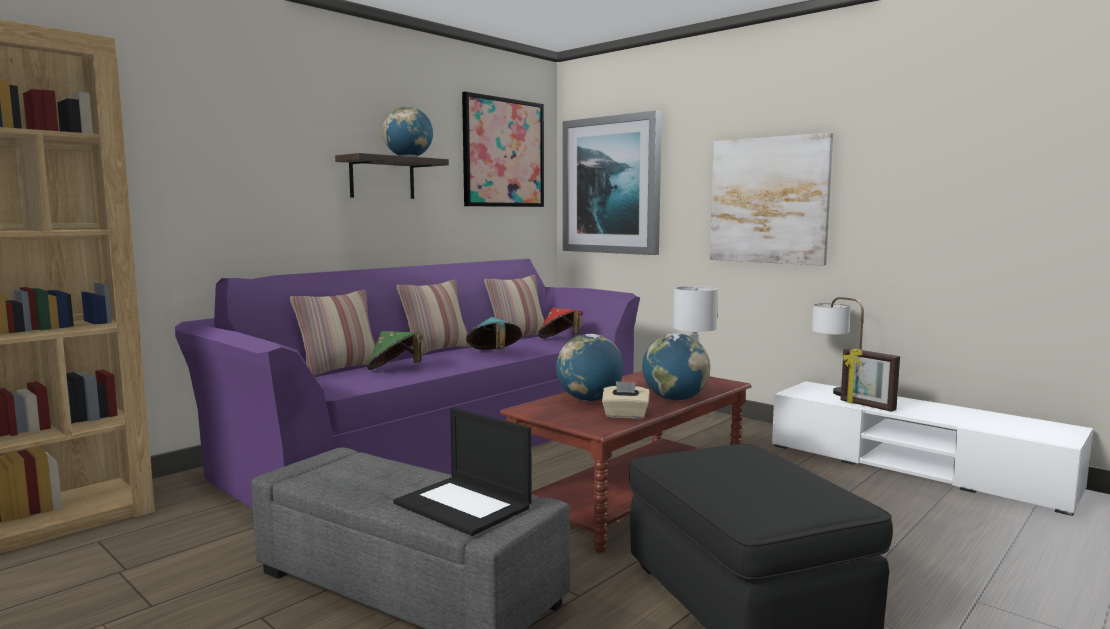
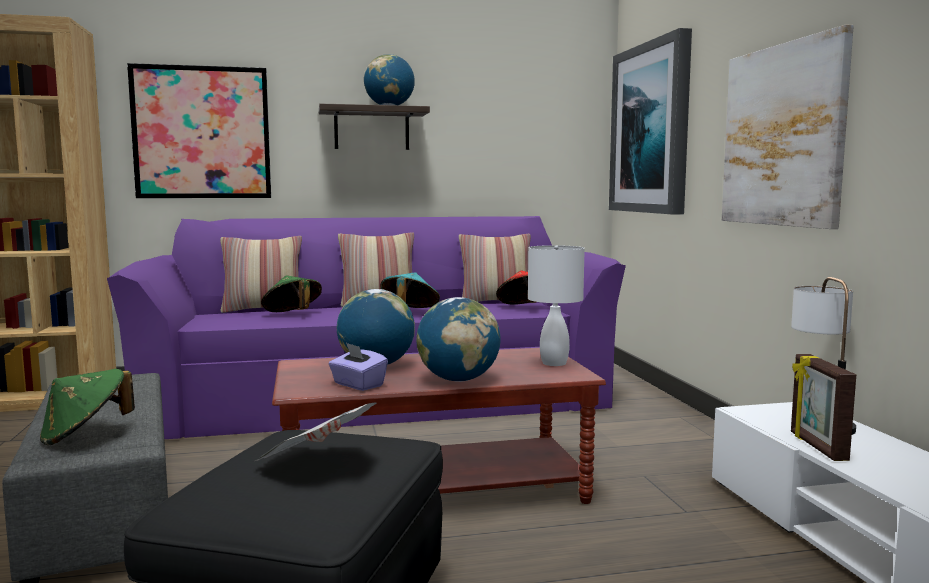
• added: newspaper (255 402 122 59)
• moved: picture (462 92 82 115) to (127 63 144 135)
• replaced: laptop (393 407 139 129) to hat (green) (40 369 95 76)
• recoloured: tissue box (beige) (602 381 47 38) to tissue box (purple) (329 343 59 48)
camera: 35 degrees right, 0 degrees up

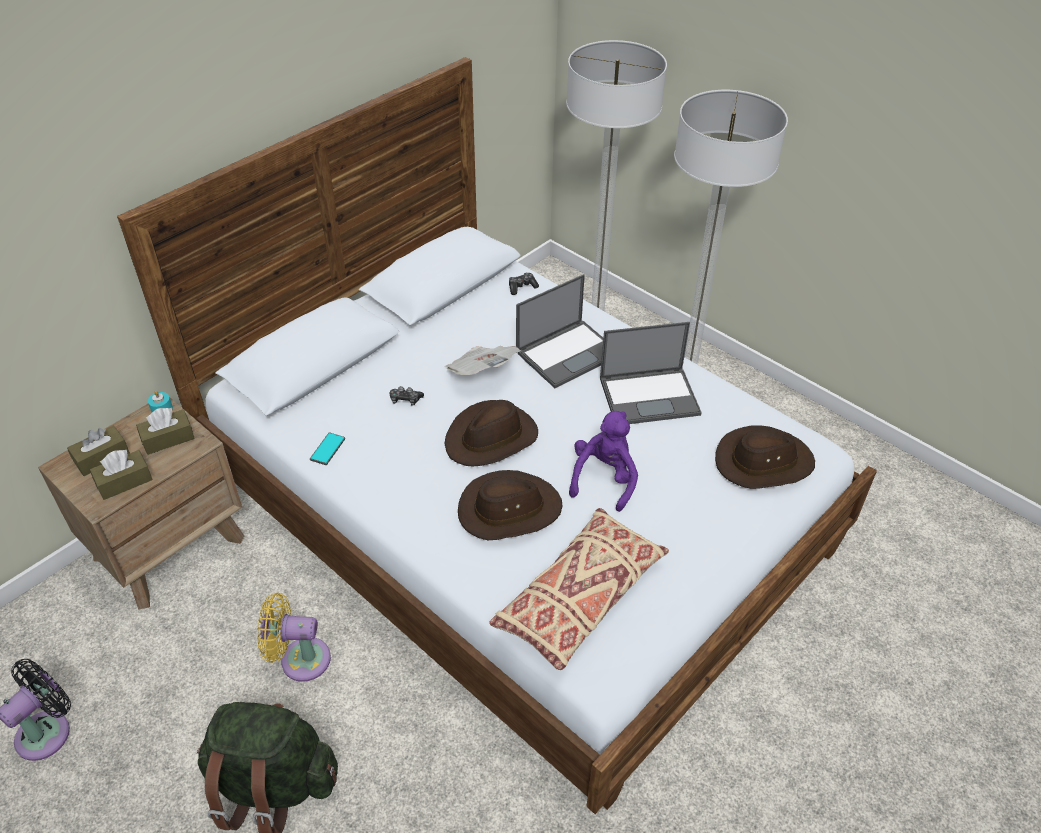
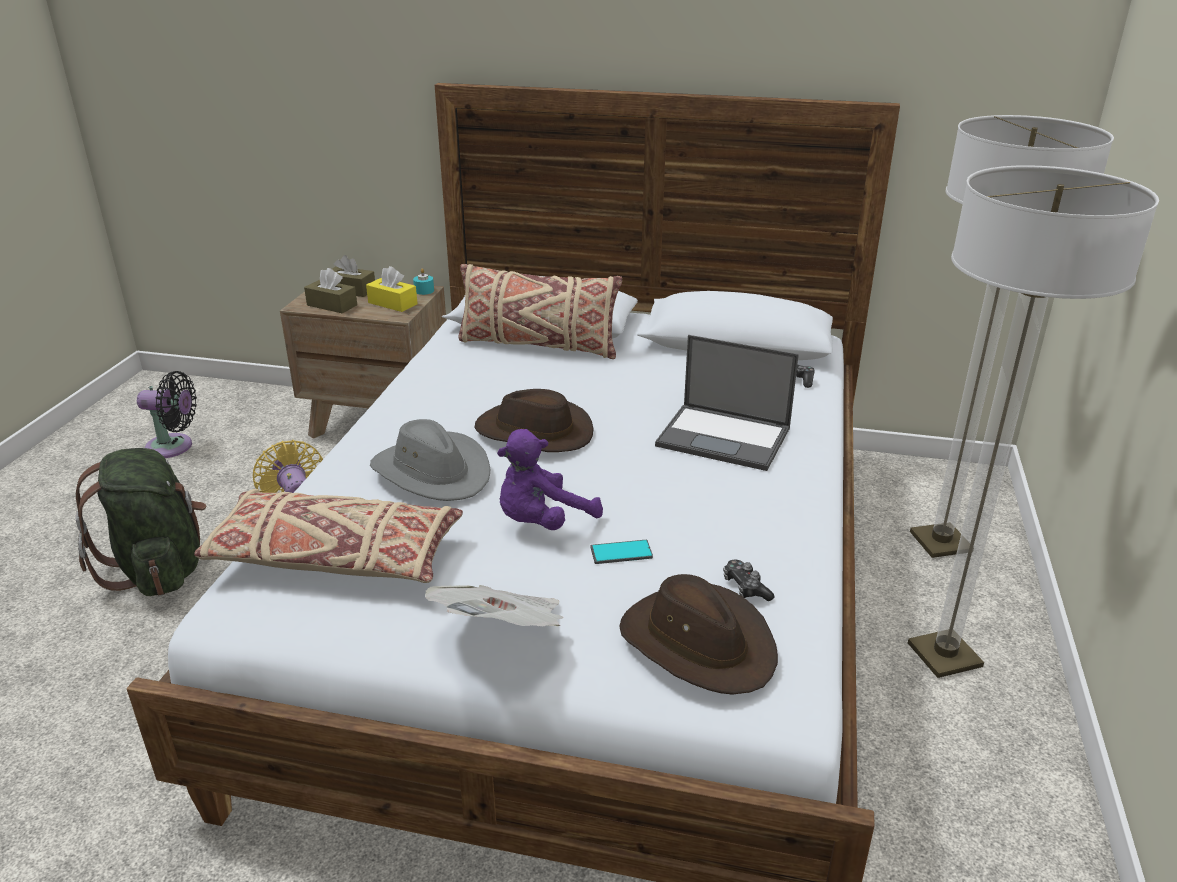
• removed: laptop (600 322 102 102)
• added: pillow (beige) (458 264 164 95)
• moved: phone (310 432 35 33) to (591 540 62 24)
• moved: game controller (390 386 34 20) to (723 559 52 42)
• moved: newspaper (445 346 76 29) to (425 585 138 42)
• recoloured: tissue box (brown) (136 408 59 47) to tissue box (yellow) (366 266 52 46)
• recoloured: hat (brown) (458 470 104 70) to hat (grey) (370 419 120 82)
• turned: plush toy (purple) (569 411 69 101) = (497 429 106 101) 150 degrees clockwise
camera: 60 degrees right, 15 degrees down

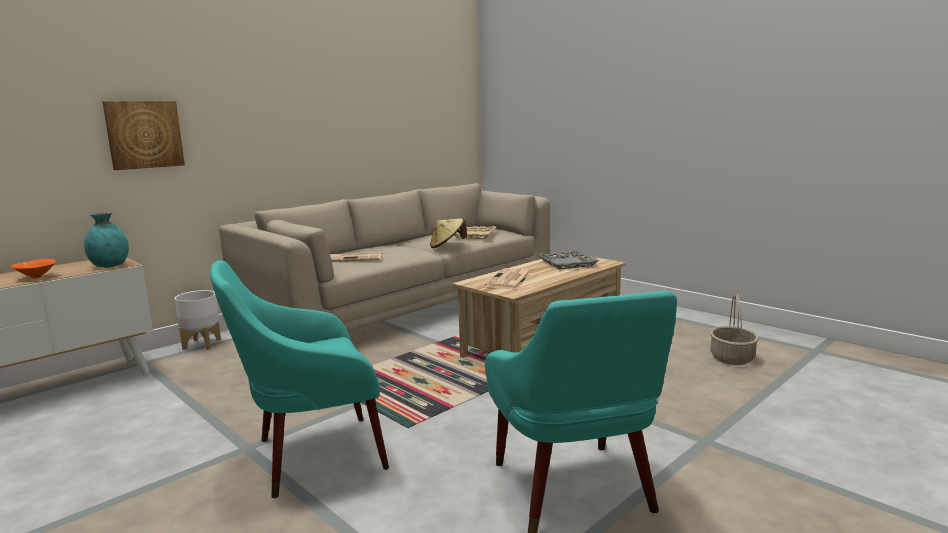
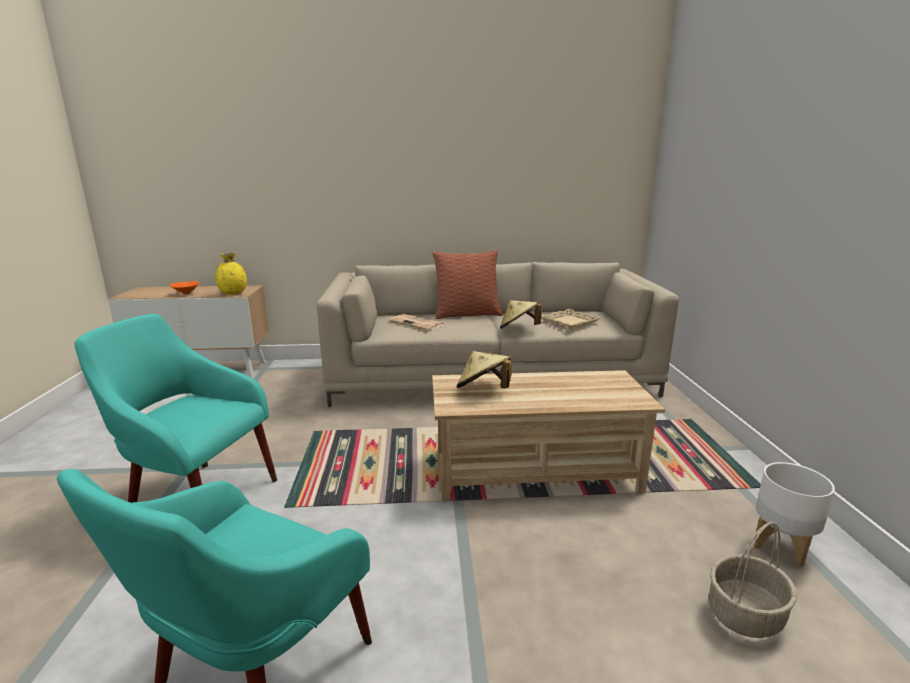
• removed: picture (102 101 83 69)
• removed: tray (grey) (537 250 62 20)
• added: pillow (432 250 70 69)
• moved: planter (white) (174 290 47 60) to (754 462 81 105)
• replaced: newspaper (485 268 47 22) to hat (beige) (456 351 56 37)
• recoloured: vase (turquoise) (84 212 45 55) to vase (yellow) (216 253 31 42)
camera: 40 degrees right, 5 degrees up

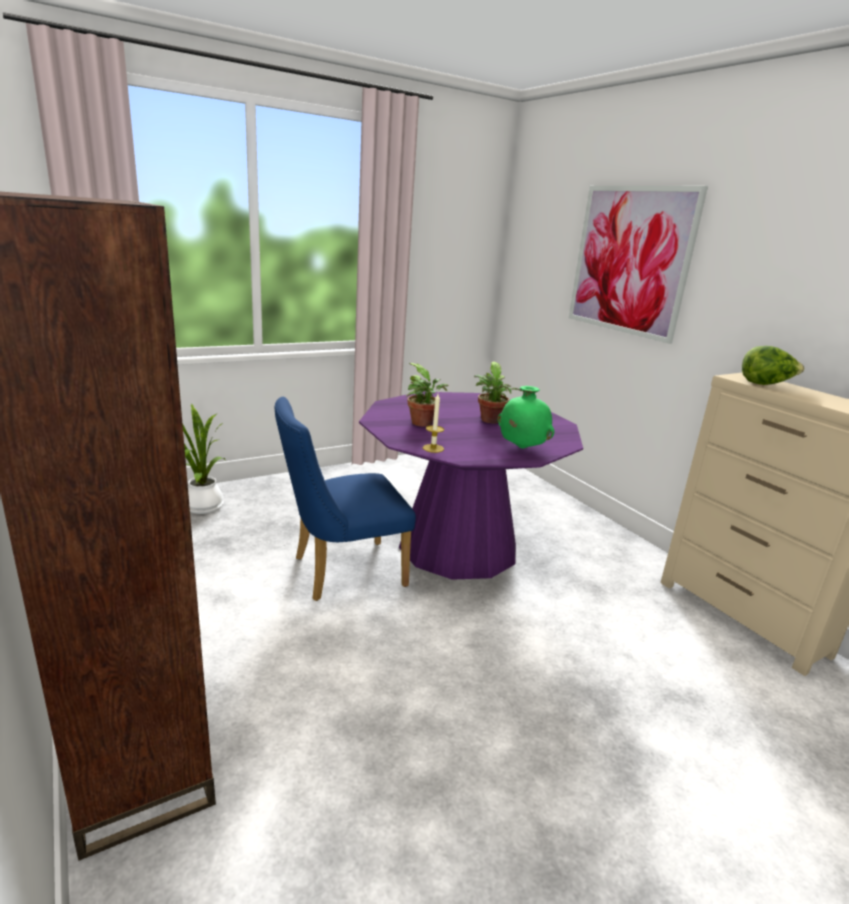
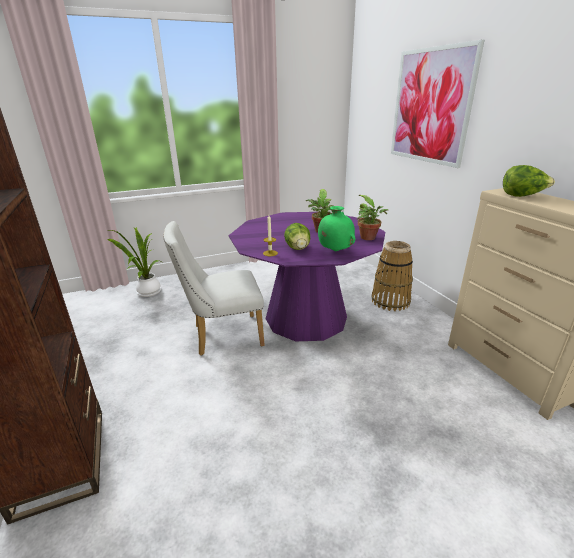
• added: lettuce (284 223 26 27)
• added: basket (372 241 41 70)
• moved: potted plant (405 363 43 63) to (356 195 33 45)
• recoloured: chair (blue) (274 397 142 204) to chair (white) (164 221 101 135)
camera: 10 degrees right, 5 degrees up

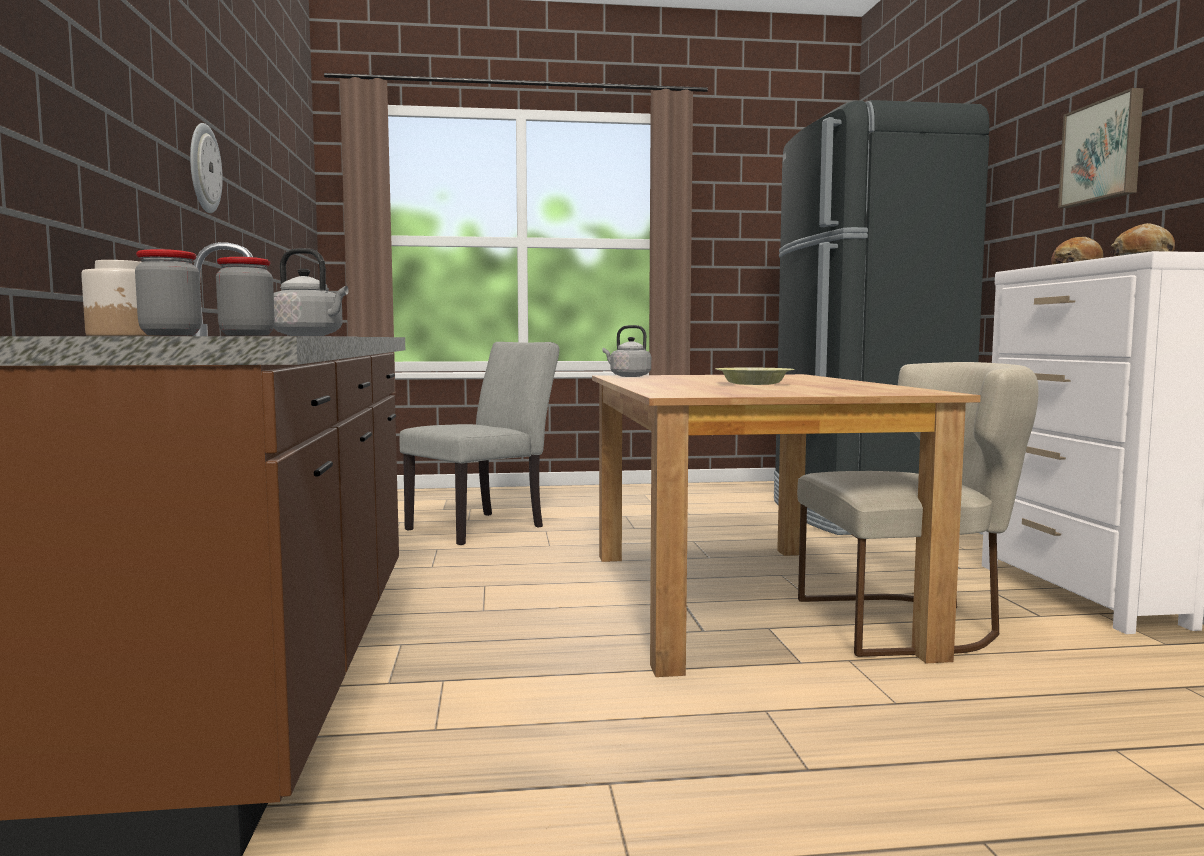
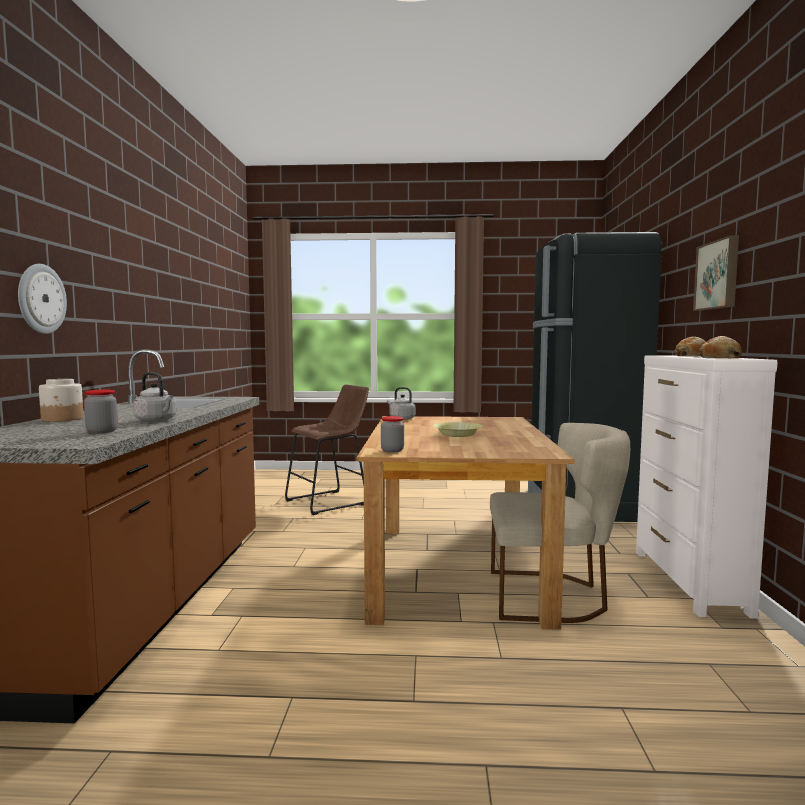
• moved: jar (135 249 67 86) to (381 416 23 37)
• moved: wall clock (190 123 33 90) to (18 264 49 70)
• replaced: chair (grey) (399 342 160 203) to stool (brown) (285 384 84 131)
camera: 10 degrees right, 0 degrees up

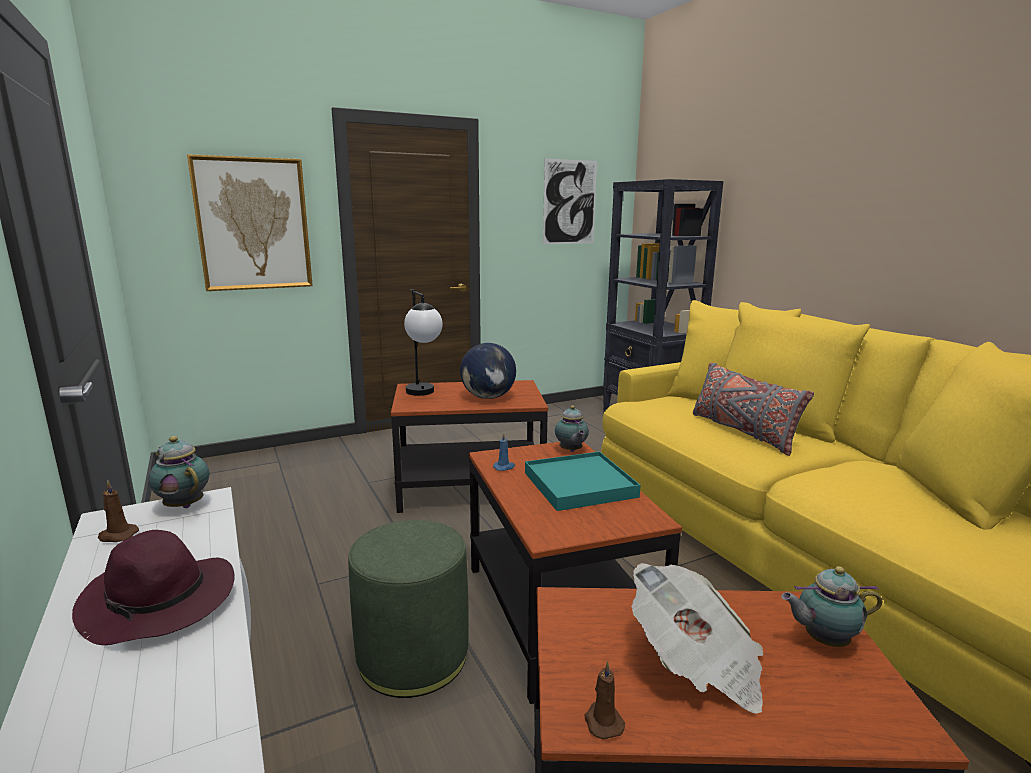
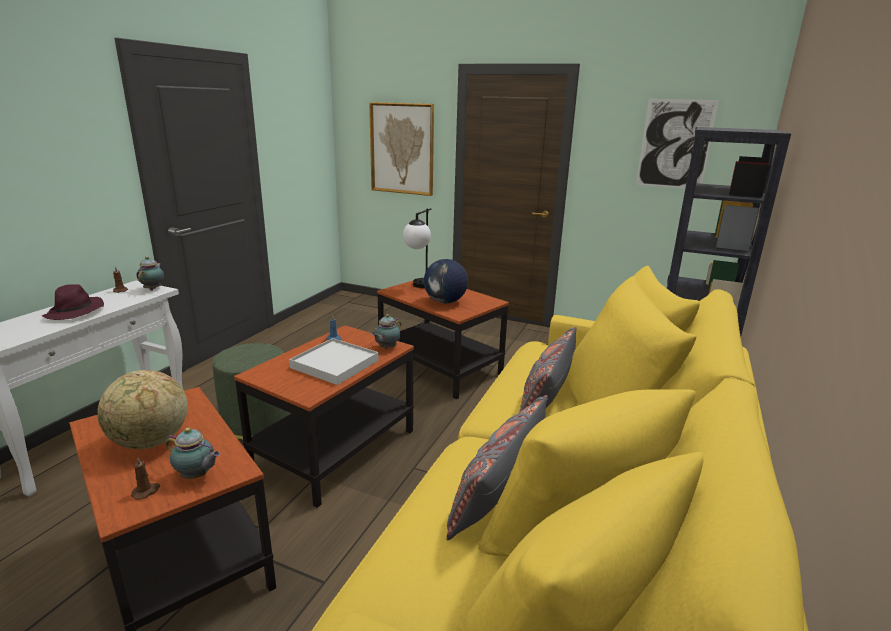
• added: pillow (grey) (446 395 102 146)
• moved: candle (brown) (584 661 41 78) to (131 456 29 44)
• replaced: newspaper (631 563 132 151) to globe (97 370 91 79)
• recoloured: tray (turquoise) (525 452 116 59) to tray (white) (289 338 90 47)
• turned: teapot (781 566 101 81) = (166 428 54 51) 150 degrees clockwise
camera: 50 degrees right, 5 degrees up

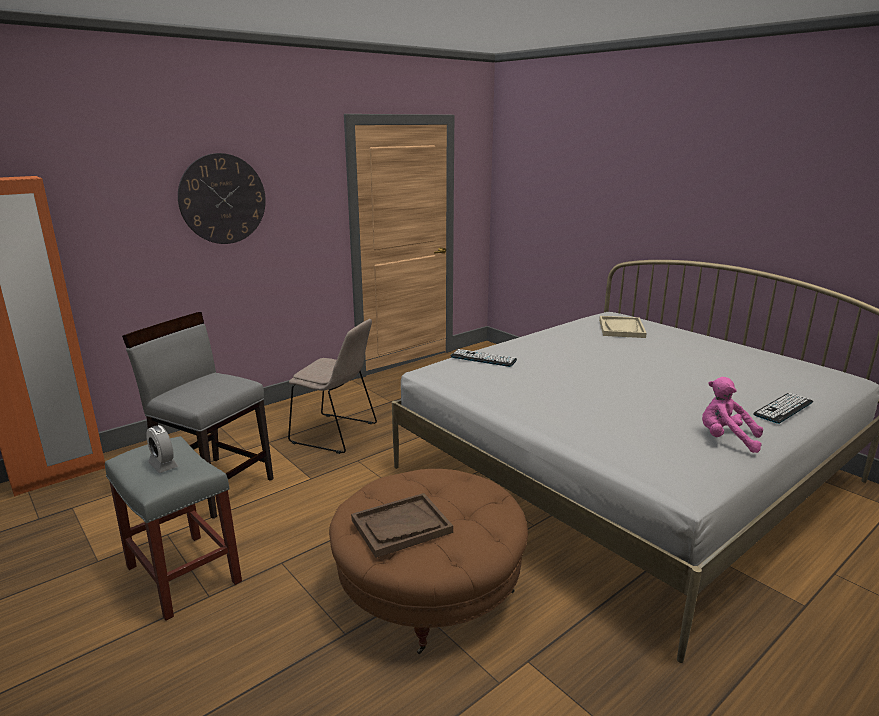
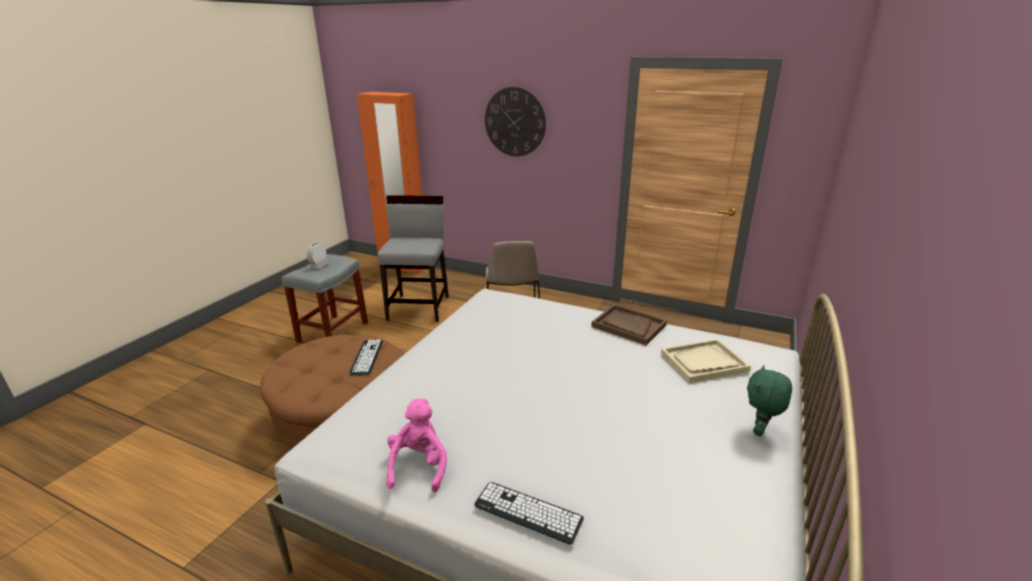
• added: plush toy (green) (747 365 45 71)
• moved: tray (brown) (351 493 102 65) to (591 304 76 41)
• moved: keyboard (451 349 66 18) to (349 340 34 35)
camera: 65 degrees right, 5 degrees up

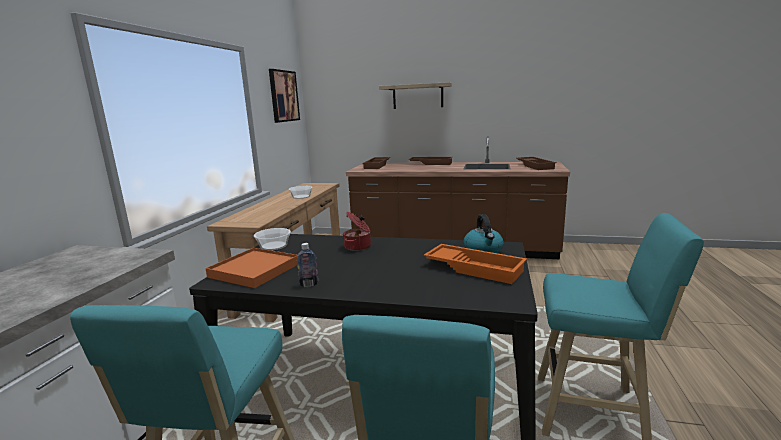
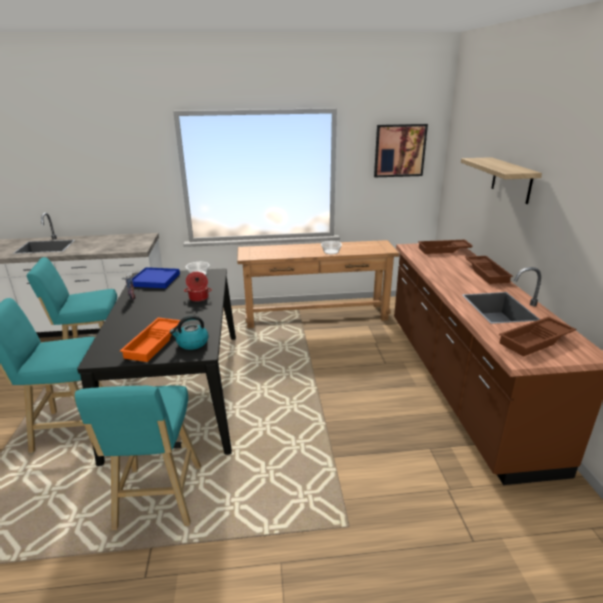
• recoloured: tray (orange) (205 248 93 40) to tray (blue) (132 267 48 21)
camera: 70 degrees right, 10 degrees up

